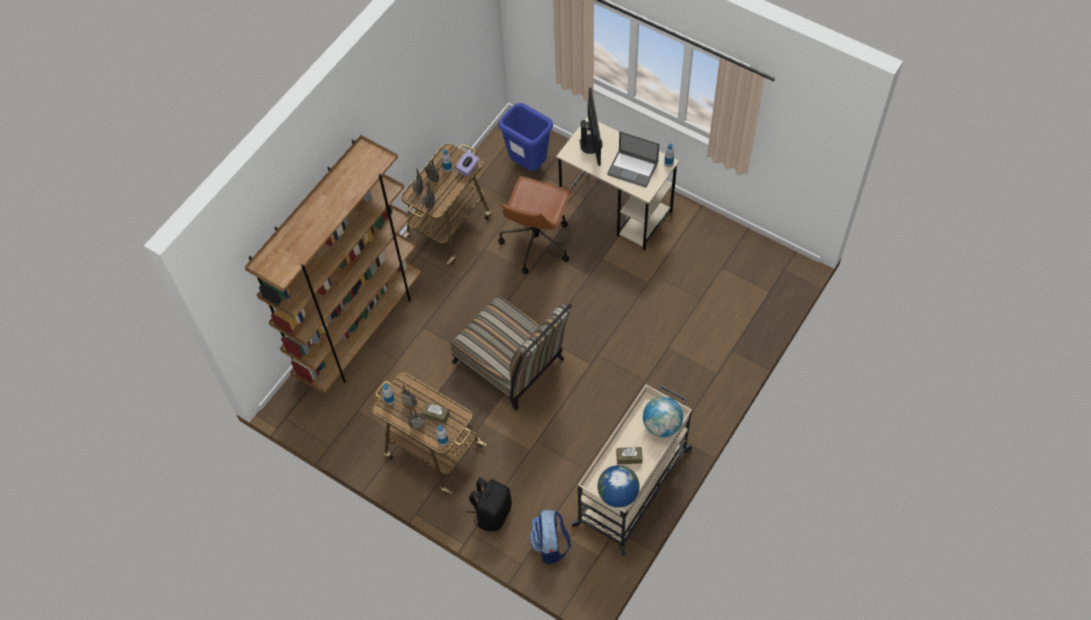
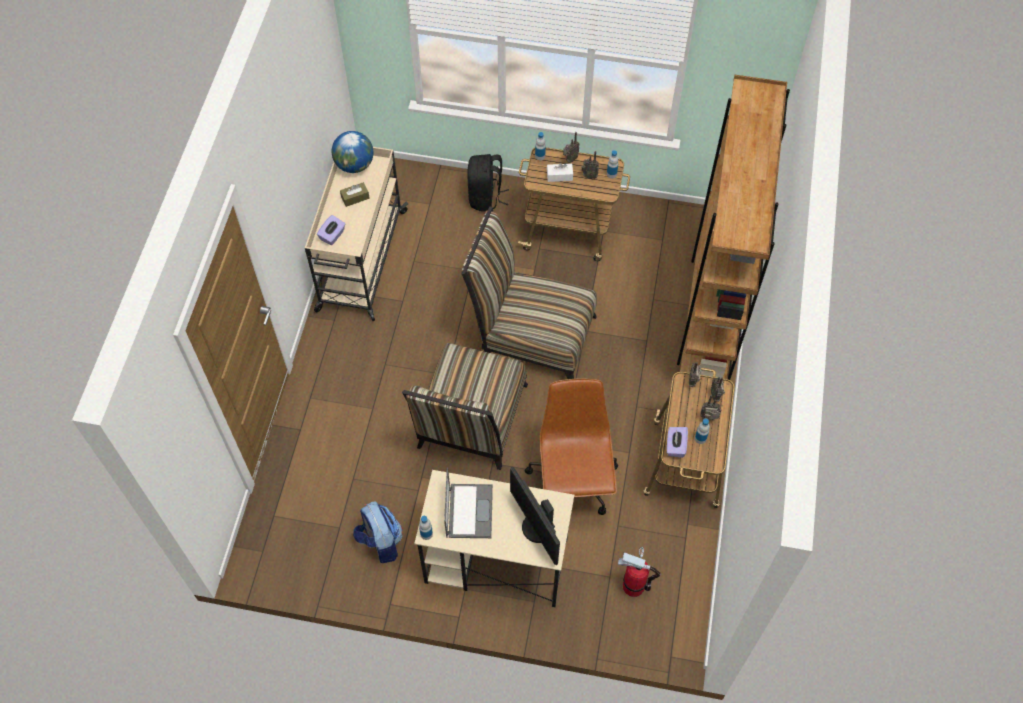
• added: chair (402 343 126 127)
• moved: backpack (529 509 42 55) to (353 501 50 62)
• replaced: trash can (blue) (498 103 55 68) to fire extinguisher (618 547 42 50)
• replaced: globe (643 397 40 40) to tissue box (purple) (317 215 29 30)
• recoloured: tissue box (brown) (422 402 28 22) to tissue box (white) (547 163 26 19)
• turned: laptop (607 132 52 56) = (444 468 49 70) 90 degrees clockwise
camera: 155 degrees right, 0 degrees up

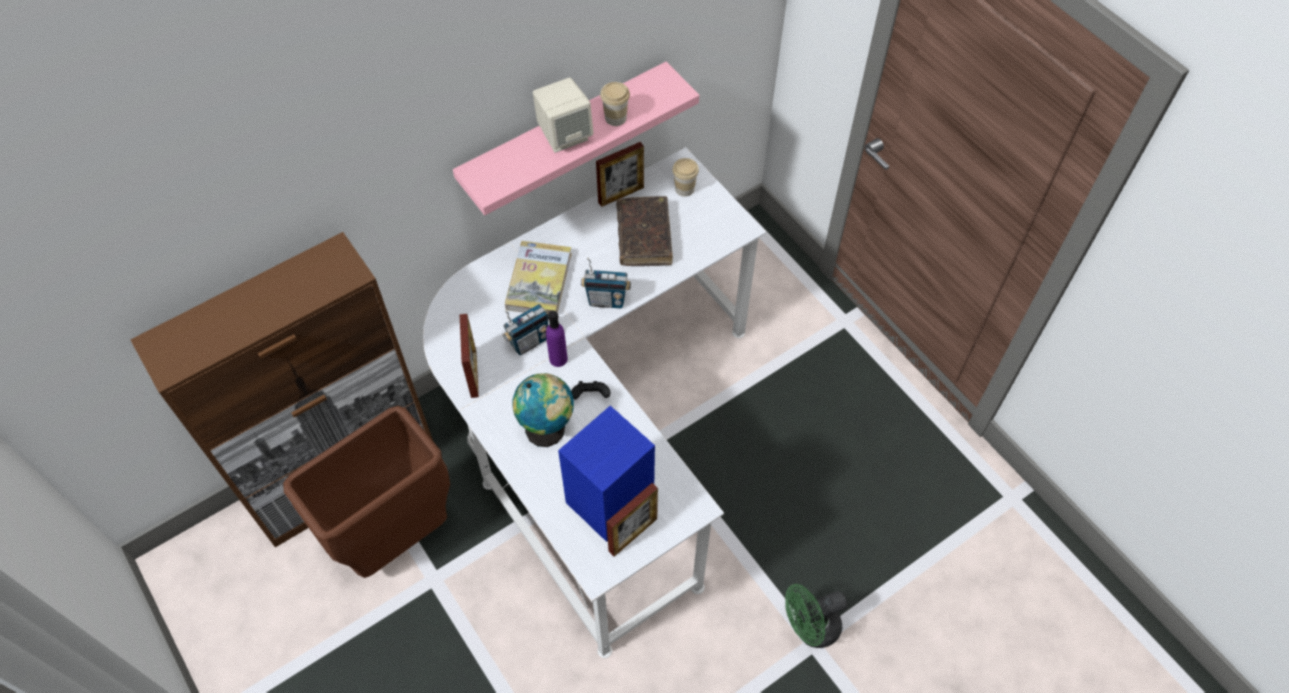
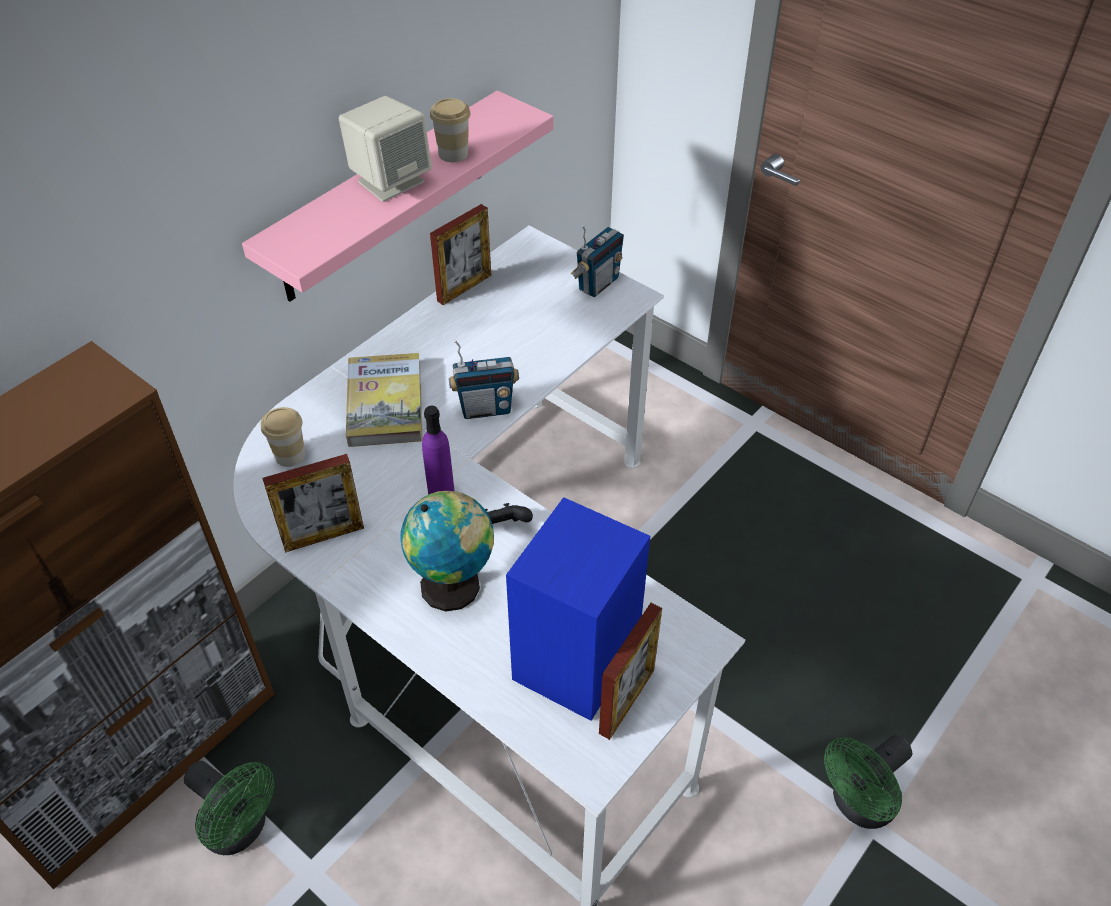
• removed: book (brown) (616 196 57 70)
• moved: radio (502 304 47 51) to (571 225 53 72)
• moved: cup (672 158 27 39) to (261 407 44 60)
• replaced: trash can (brown) (283 406 167 172) to fan (green) (184 761 90 94)
• turned: picture frame (460 314 19 84) = (262 454 102 98) 90 degrees clockwise
camera: 15 degrees left, 10 degrees down

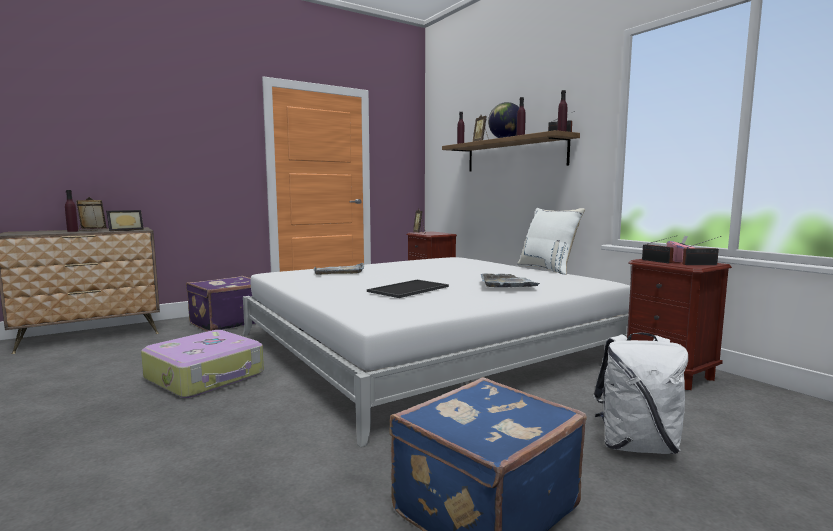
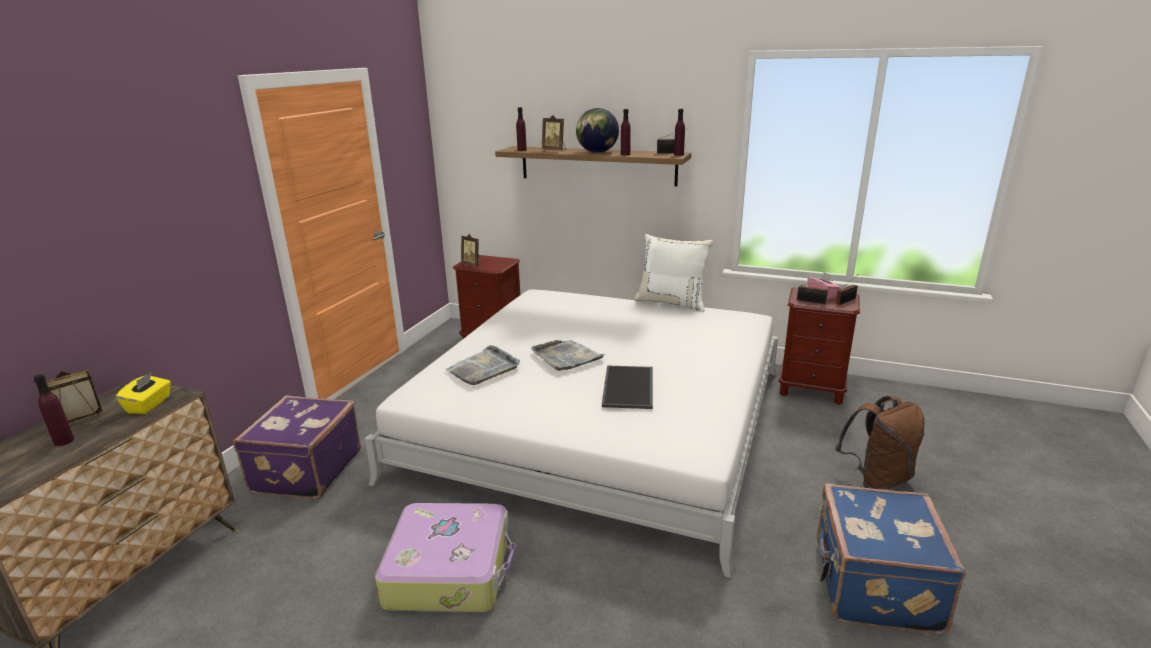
• moved: tray (grey) (481 274 60 13) to (531 340 74 31)
• replaced: picture frame (106 210 38 21) to tissue box (yellow) (116 372 55 42)
• recoloured: backpack (white) (593 333 95 121) to backpack (brown) (835 396 89 94)
camera: 35 degrees left, 15 degrees up

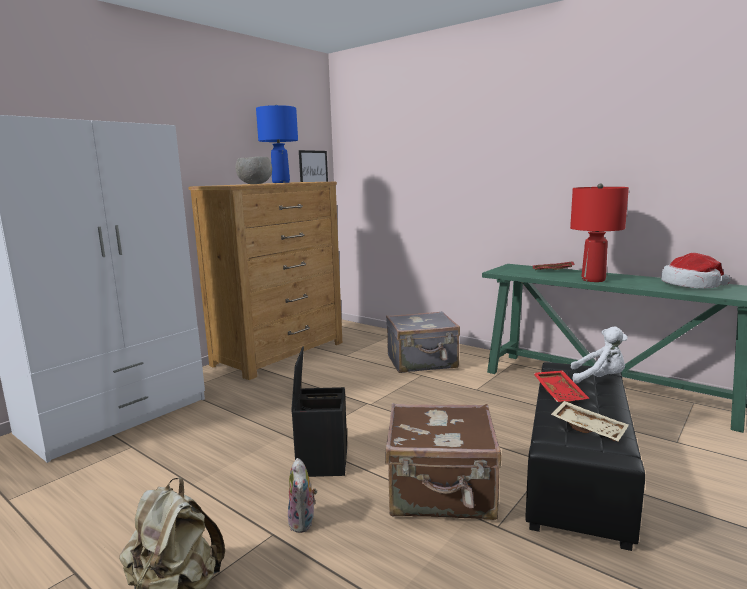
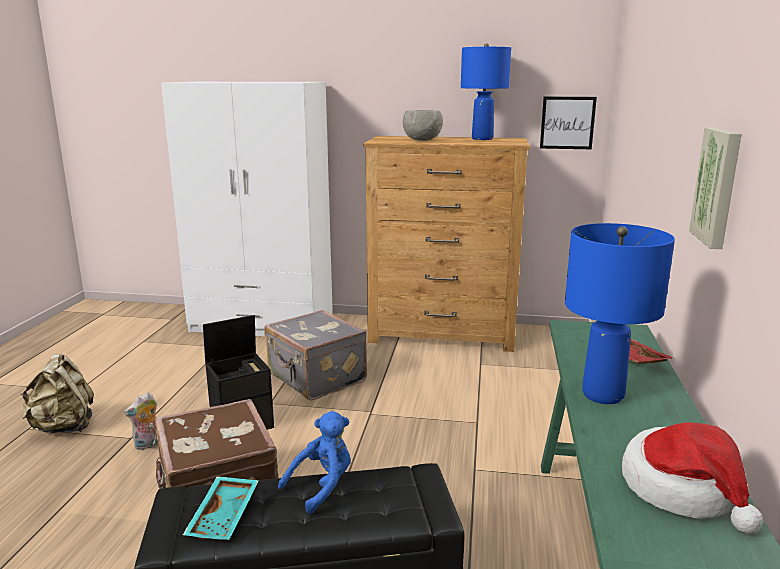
• removed: plush toy (white) (571 327 57 57)
• added: picture (689 127 53 122)
• moved: suitcase (grey) (386 311 74 62) to (264 310 103 90)
• replaced: tray (red) (533 370 57 33) to plush toy (blue) (278 411 73 103)
• recoloured: tray (beige) (551 401 78 40) to tray (turquoise) (183 476 76 64)
• recoloured: table lamp (red) (570 183 59 99) to table lamp (blue) (565 223 110 181)
camera: 60 degrees right, 5 degrees up

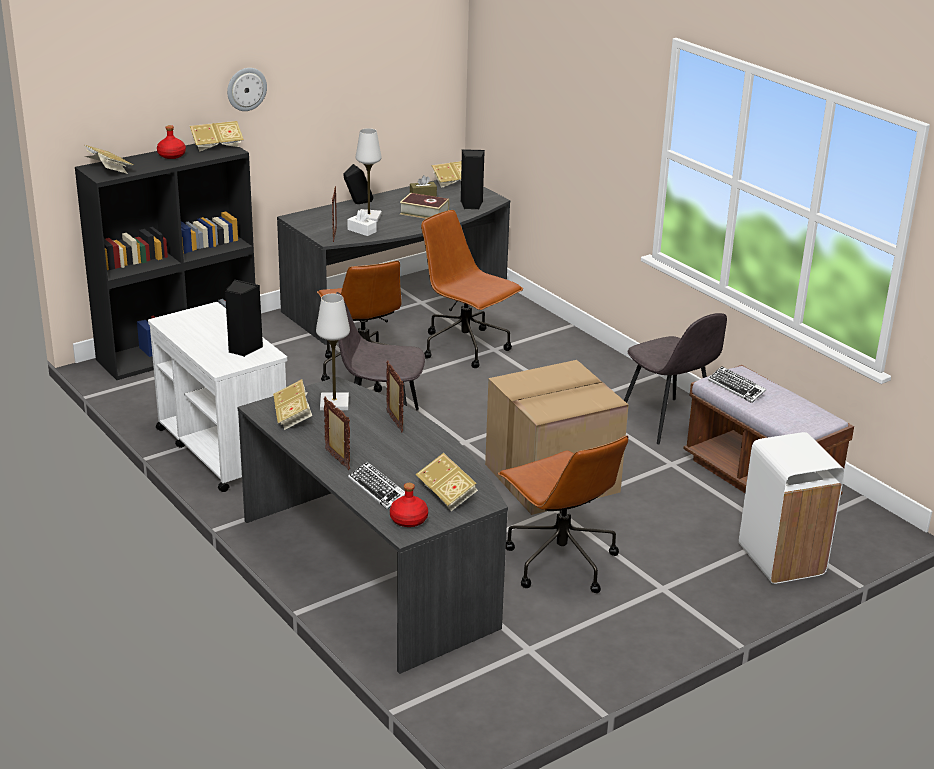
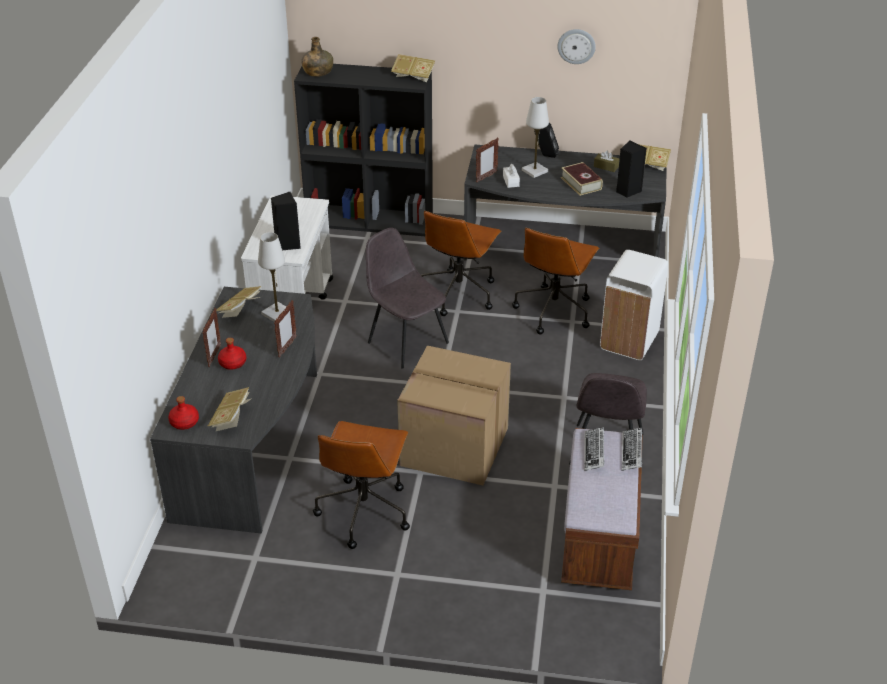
• moved: bottle (red) (157 125 29 34) to (218 338 28 32)
• moved: wall clock (227 68 40 43) to (557 29 39 35)
• moved: keyboard (348 462 57 48) to (622 428 20 43)
• moved: trash can (white) (739 432 105 152) to (600 250 68 110)
• replaced: book (84 145 50 29) to bottle (green) (301 37 32 40)
• turned: office chair (brown) (421 210 102 158) = (512 228 87 106) 150 degrees counterclockwise
camera: 45 degrees right, 10 degrees up

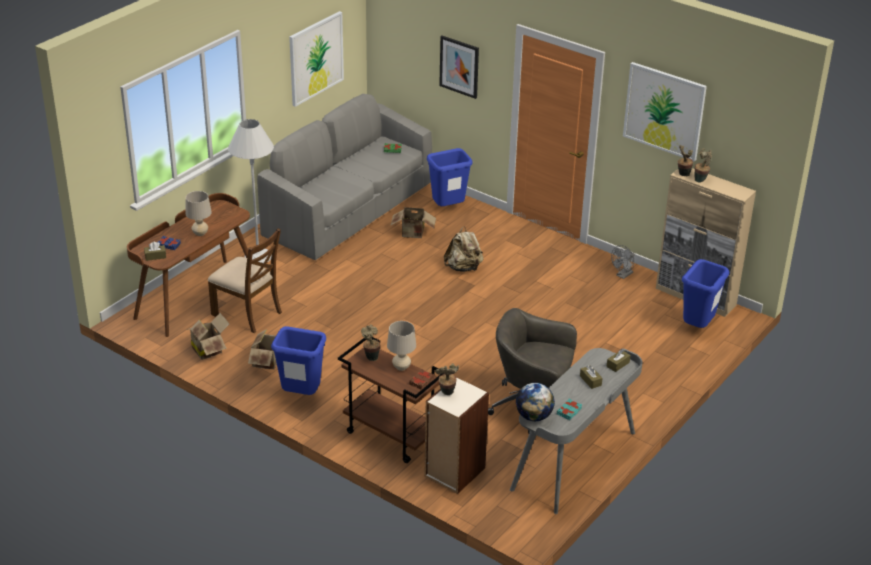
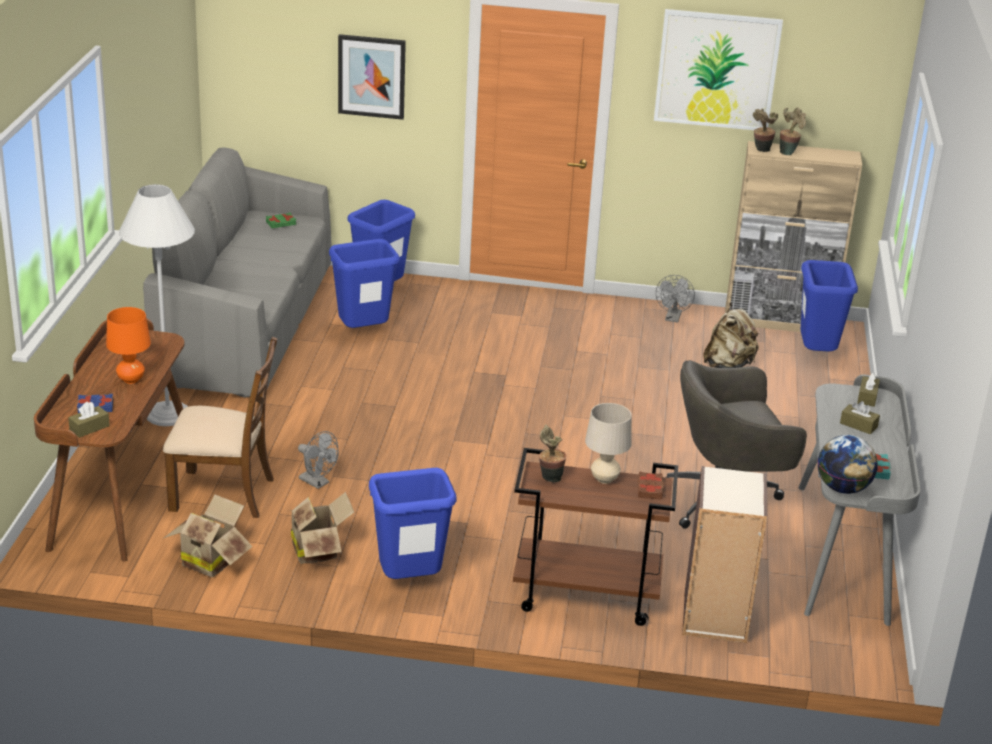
• removed: picture (289 11 55 96)
• removed: potted plant (435 363 24 32)
• added: fan (grey) (298 431 41 58)
• moved: backpack (beige) (444 227 40 45) to (703 303 56 65)
• replaced: cardboard box (391 207 45 31) to trash can (blue) (329 239 71 89)
• recoloured: table lamp (beige) (185 191 27 45) to table lamp (orange) (106 307 45 77)
camera: 30 degrees left, 5 degrees down

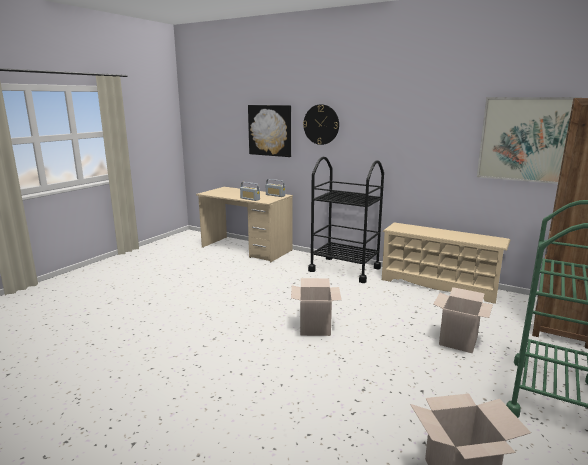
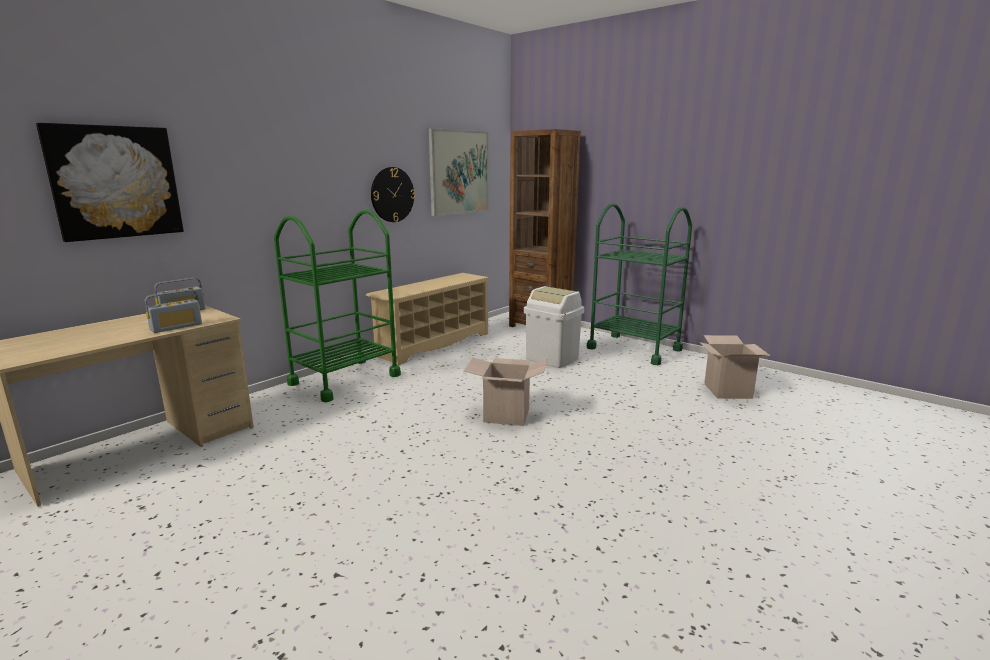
• moved: wall clock (303 104 36 41) to (371 167 44 55)
• replaced: cardboard box (433 287 60 66) to trash can (white) (524 286 60 82)
• recoloured: cart (black) (308 157 76 126) to cart (green) (274 210 127 192)
camera: 80 degrees left, 0 degrees up

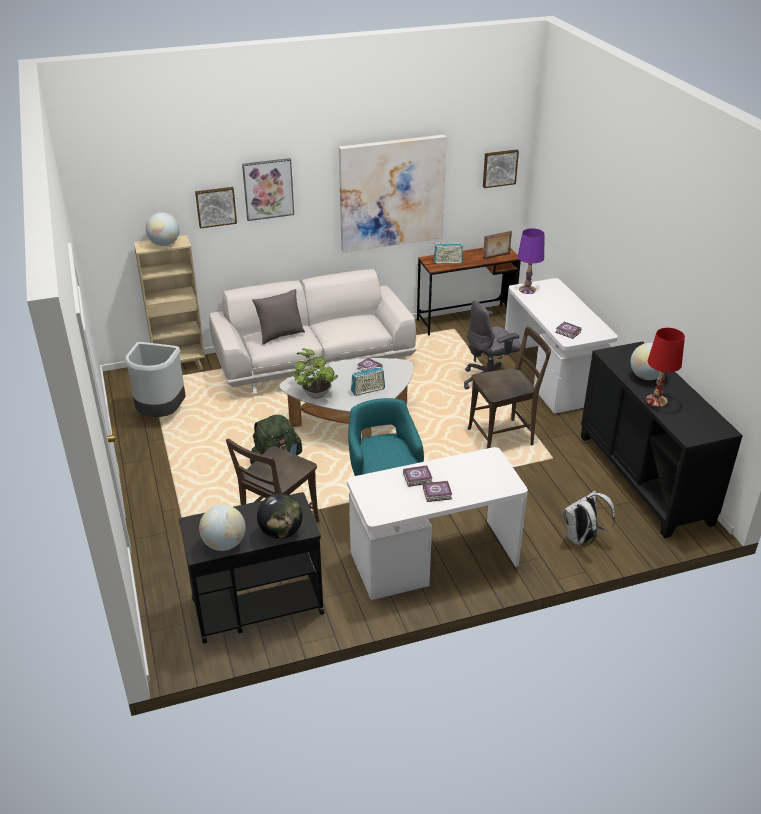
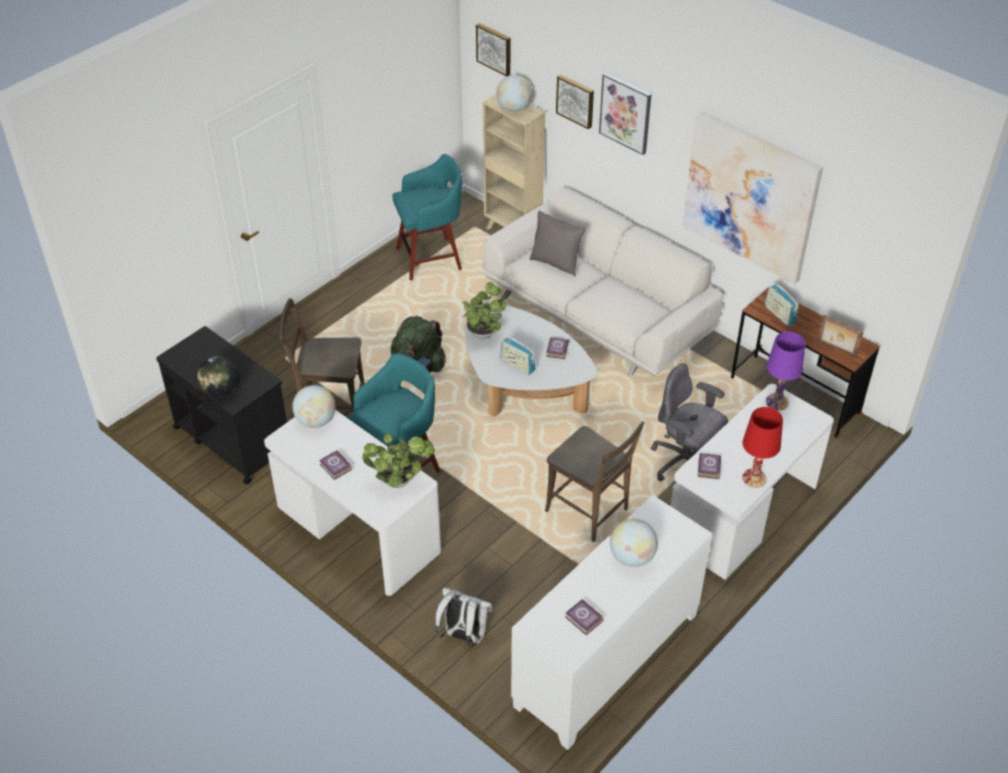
• added: potted plant (362 434 73 54)
• moved: globe (199 505 47 46) to (292 385 43 43)
• moved: book (403 465 30 22) to (565 599 39 36)
• moved: picture (483 149 36 39) to (476 23 34 53)
• moved: table lamp (red) (646 328 39 79) to (742 407 41 81)
• replaced: trash can (grey) (125 342 61 75) to stool (turquoise) (392 154 70 127)
• recoloured: cabinet (black) (581 341 162 197) to cabinet (white) (511 495 201 255)
camera: 60 degrees right, 10 degrees up

